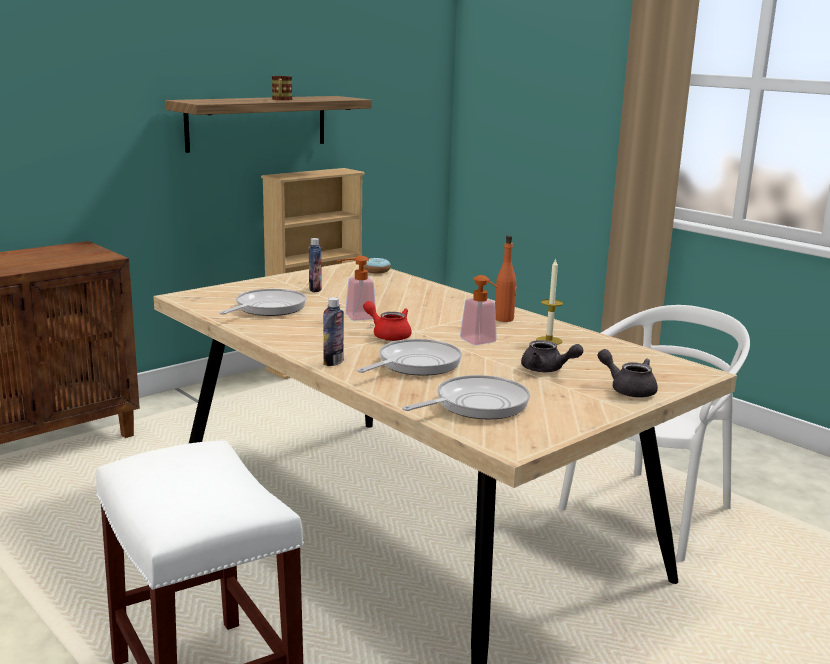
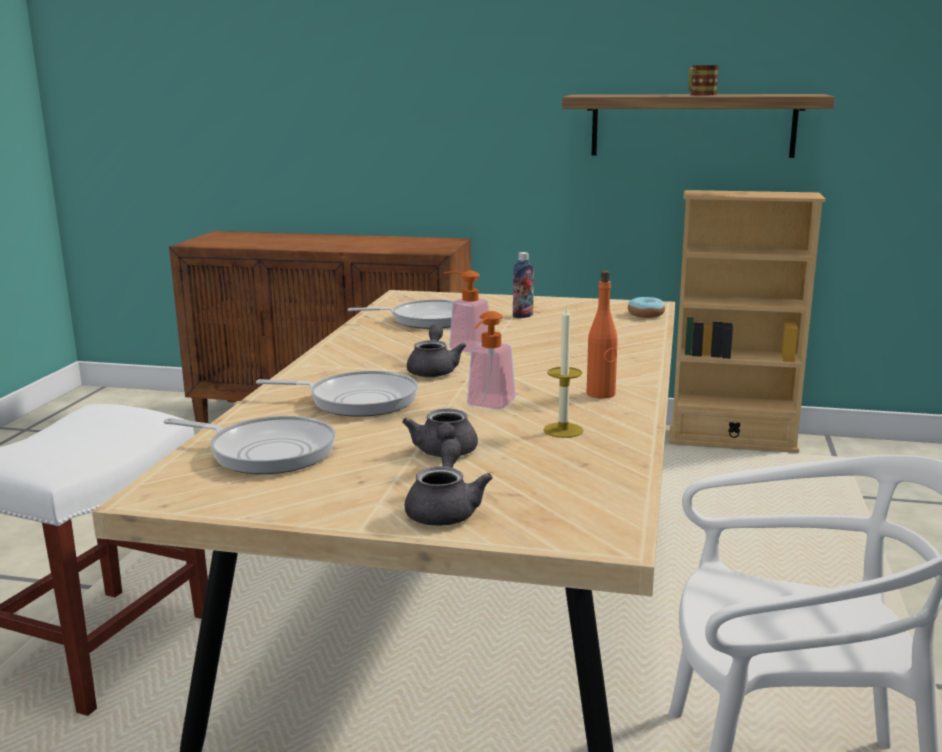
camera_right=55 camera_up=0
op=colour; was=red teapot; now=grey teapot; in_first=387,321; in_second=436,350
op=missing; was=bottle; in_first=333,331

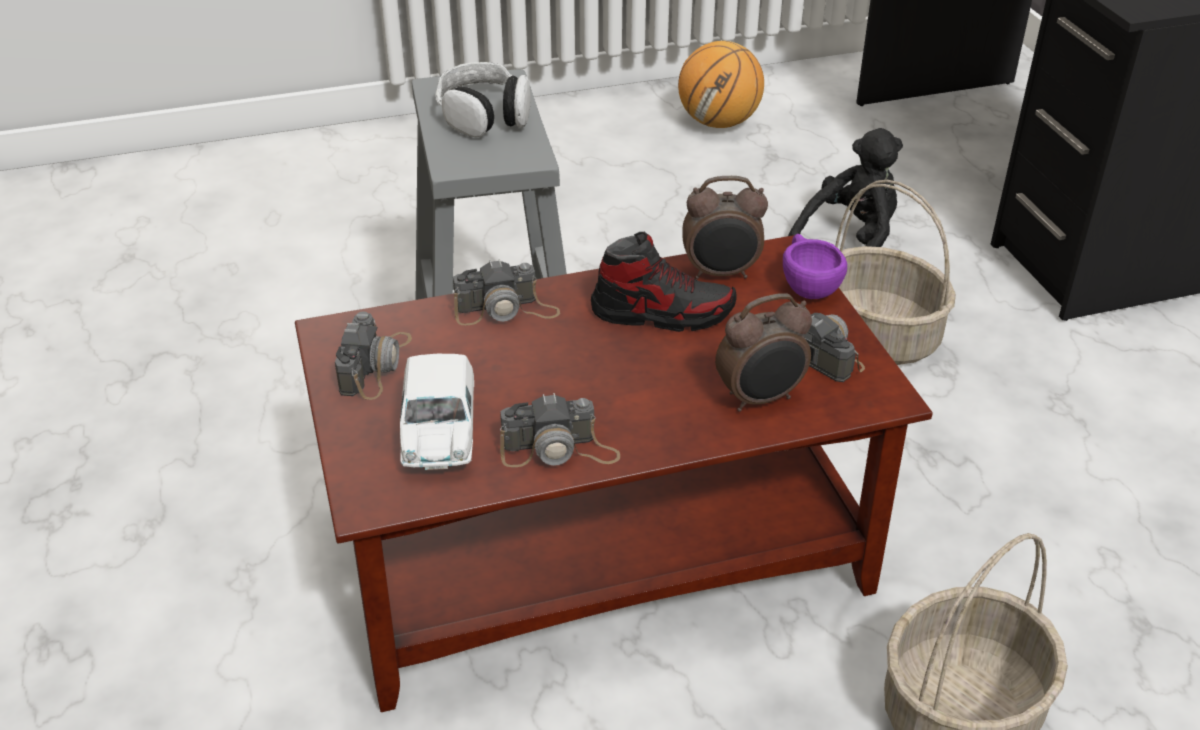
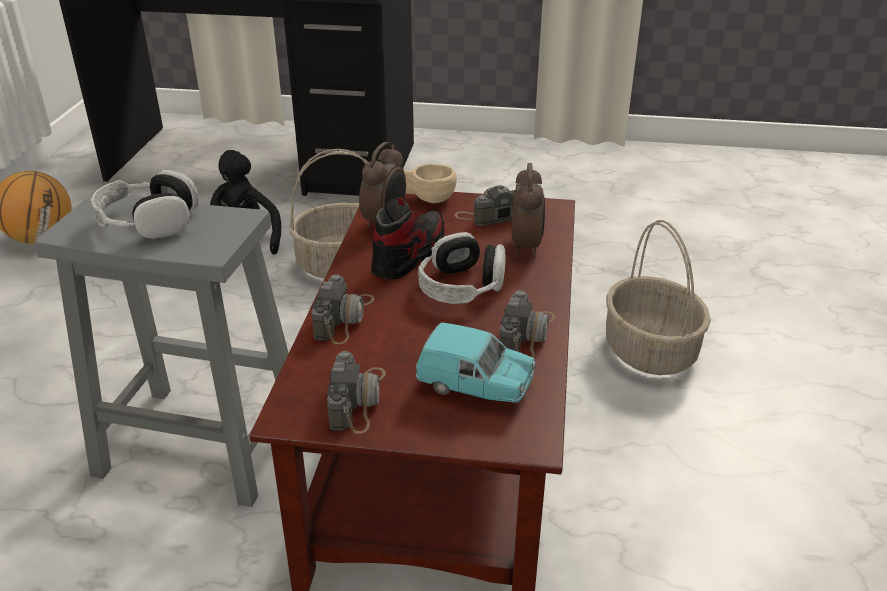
camera_right=-65 camera_up=-5
op=spun; was=photo camera; in_first=373,356; in_second=356,392; clockwise=60
op=colour; was=purple cup; now=beige cup; in_first=815,266; in_second=430,183
op=colour; was=white toy car; now=turquoise toy car; in_first=437,412; in_second=476,362
op=appeared; now=headphones; in_second=462,268

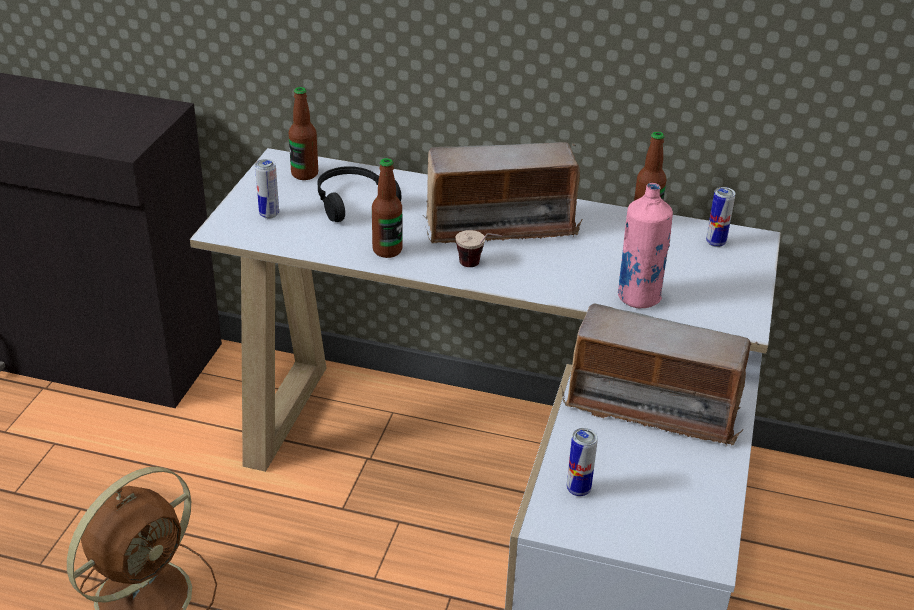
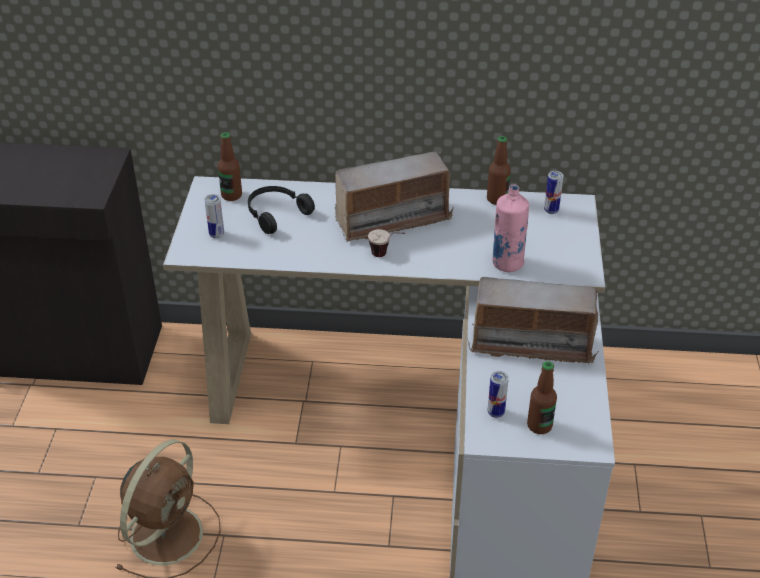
camera_right=-10 camera_up=5
op=relocated; was=bottle; in_first=387,208; in_second=542,397

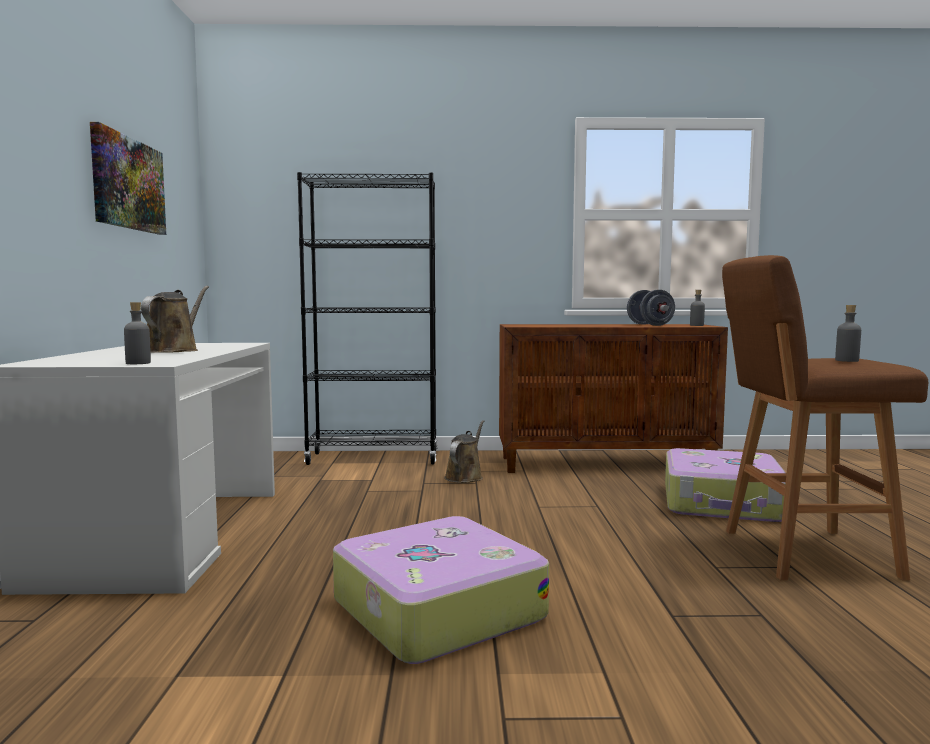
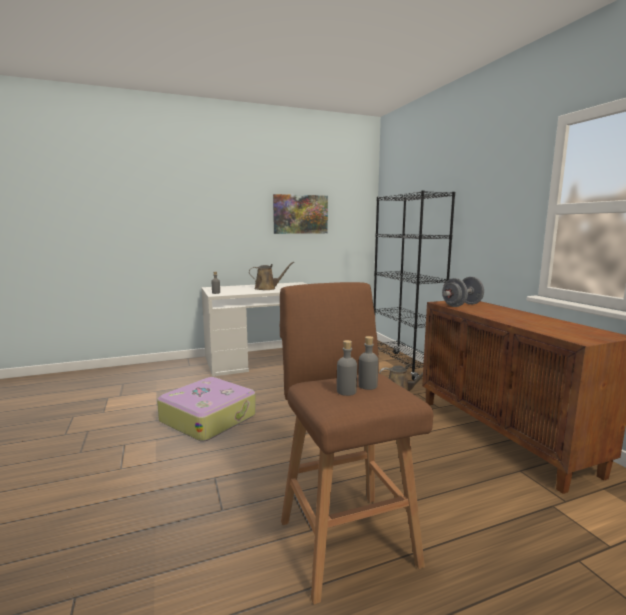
camera_right=70 camera_up=5
op=relocated; was=grey bottle; in_first=697,308; in_second=368,363
op=relocated; was=grey dumbbell; in_first=651,308; in_second=463,292
op=missing; was=suitcase; in_first=725,485

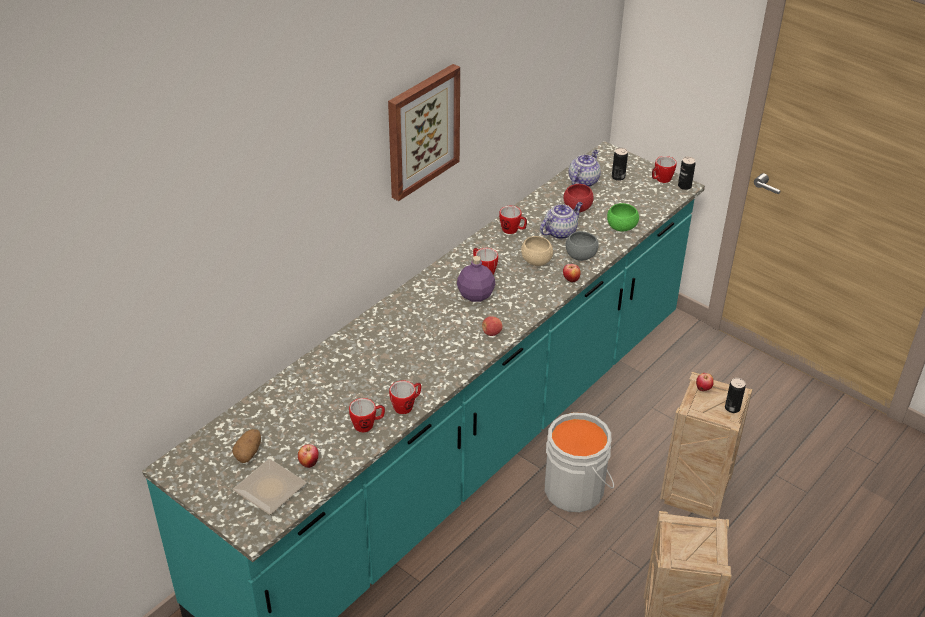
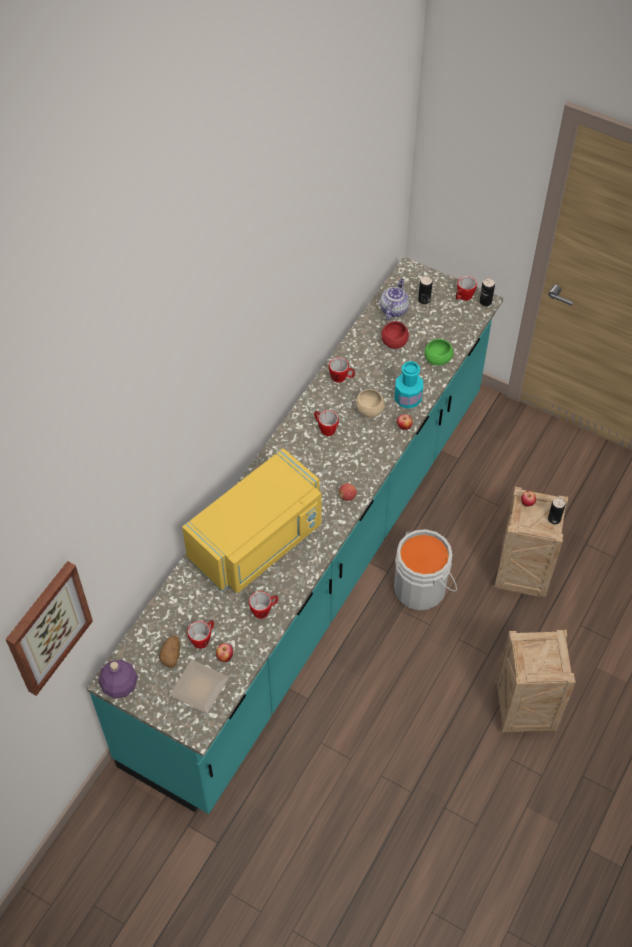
camera_right=-10 camera_up=15
op=relocated; was=picture; in_first=424,132; in_second=49,628
op=relocated; was=purple bottle; in_first=476,279; in_second=118,679
op=appeared; now=yellow microwave; in_second=252,520
op=relocated; was=mug; in_first=405,397; in_second=200,634
op=exchanged; was=grey bowl; now=turquoise bottle; in_first=582,246; in_second=409,385
op=missing; was=teapot; in_first=561,220

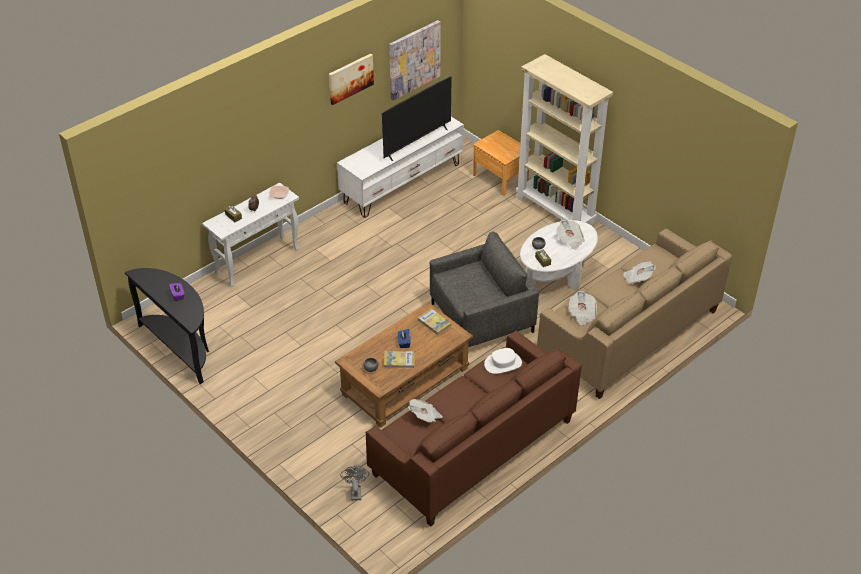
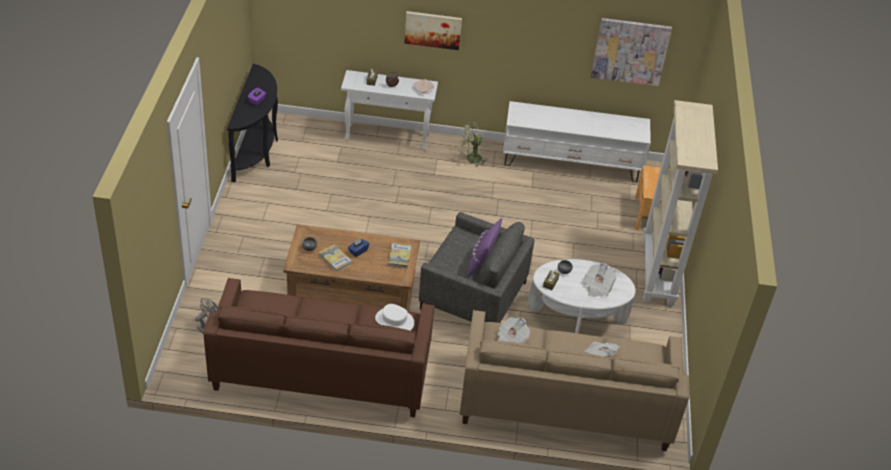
camera_right=45 camera_up=0
op=relocated; was=picture; in_first=351,79; in_second=433,30
op=appeared; now=green fan; in_second=473,144
op=appeared; now=purple pillow; in_second=484,247
op=missing; was=television; in_first=417,118
op=missing; was=newspaper; in_first=425,411

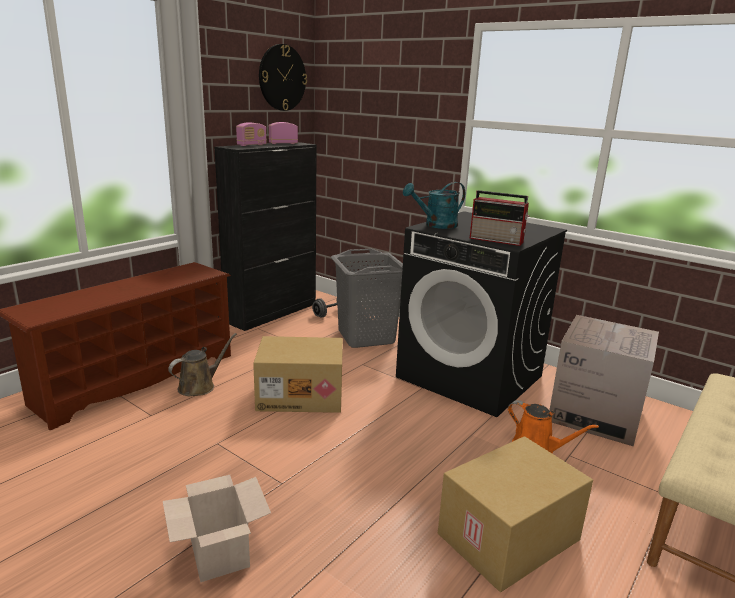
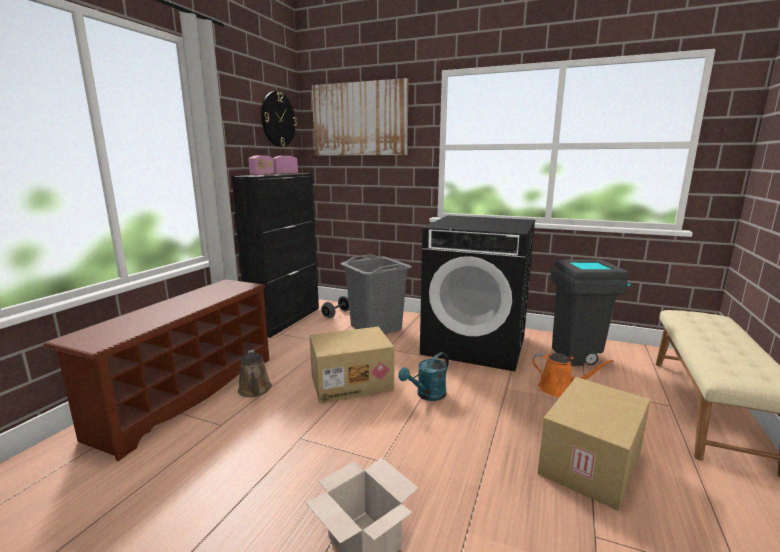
camera_right=-15 camera_up=-5
op=spun; was=brown watering can; in_first=202,364; in_second=255,373; clockwise=135
op=appeared; now=picture; in_second=360,116
op=relocated; was=turquoise watering can; in_first=434,205; in_second=423,376
op=exchanged; was=cardboard box; now=grey trash can; in_first=604,381; in_second=591,312
op=missing; was=radio; in_first=500,218

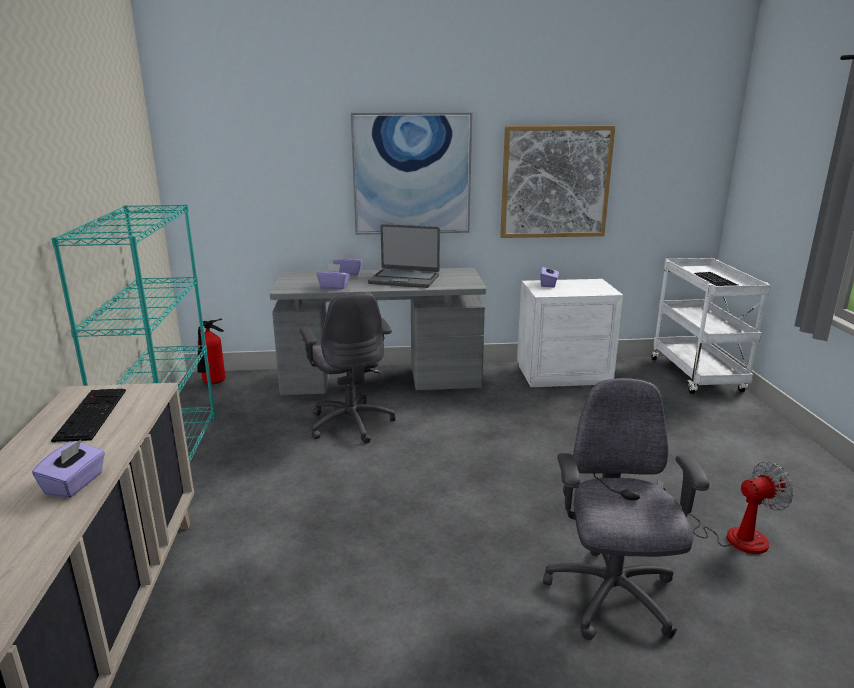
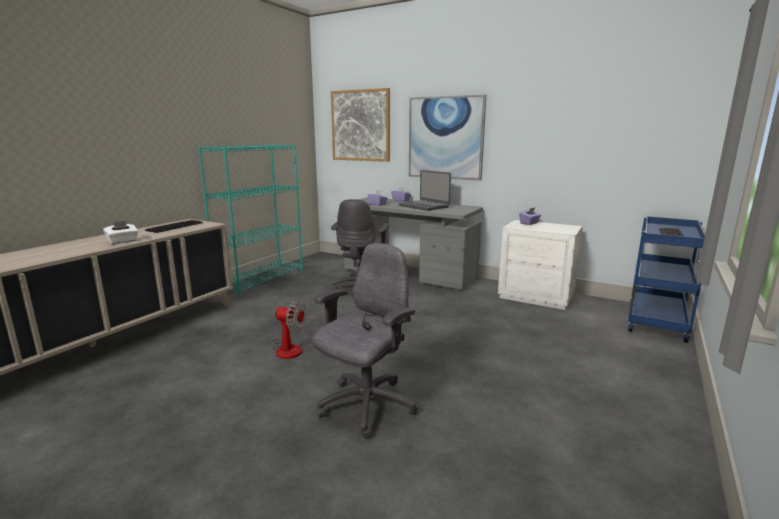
camera_right=35 camera_up=-5
op=colour; was=purple tissue box; now=white tissue box; in_first=68,468; in_second=120,232
op=relocated; was=fan; in_first=725,507; in_second=289,329
op=relocated; was=picture; in_first=557,182; in_second=360,125
op=colour; was=white cart; now=blue cart; in_first=711,326; in_second=666,279
op=missing; was=fire extinguisher; in_first=211,351

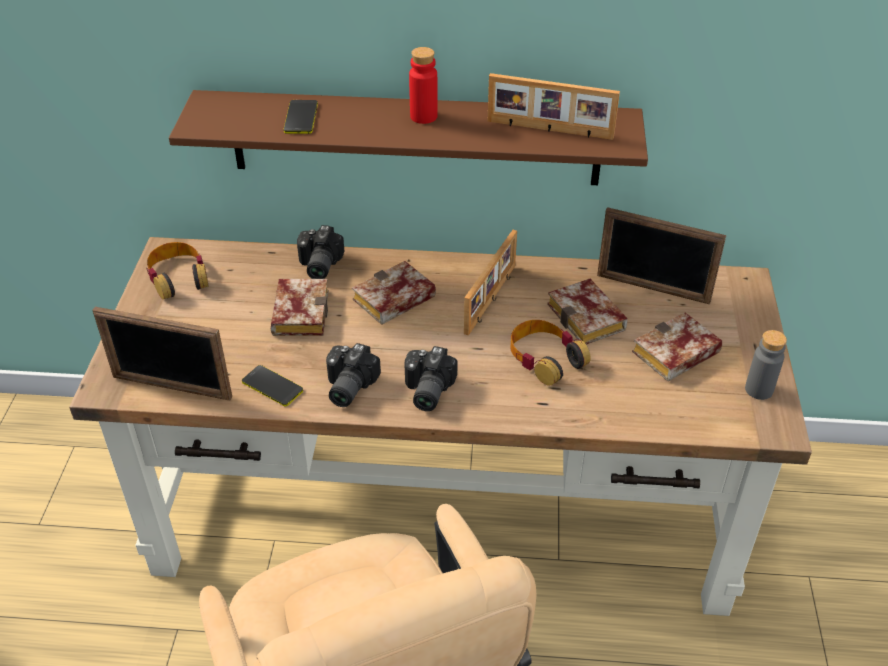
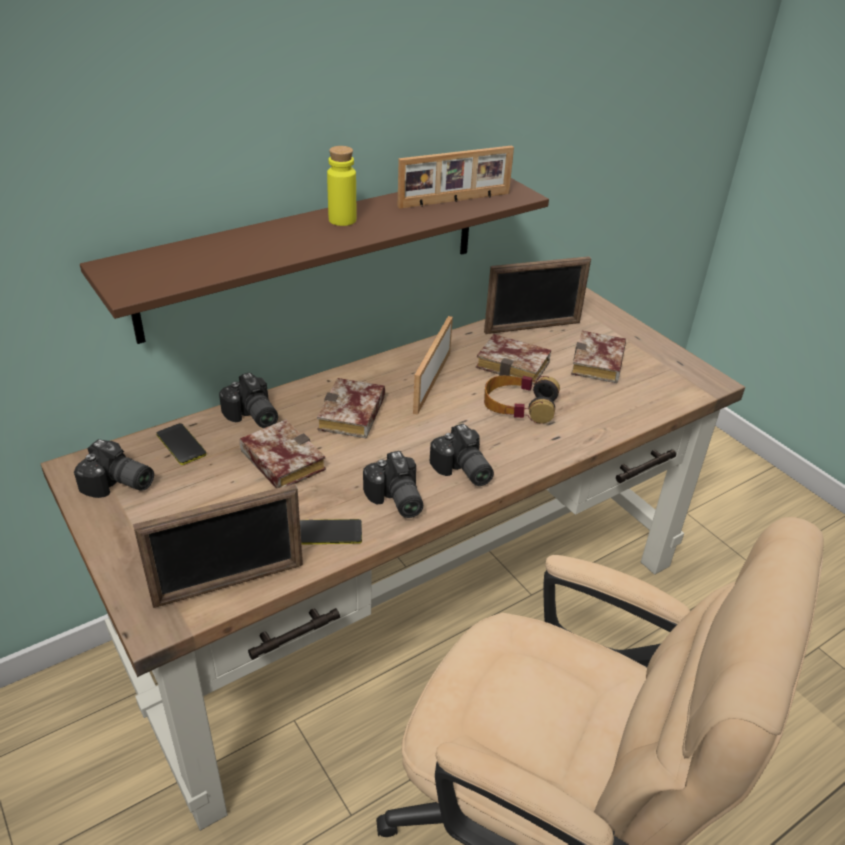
camera_right=-40 camera_up=-5
op=exchanged; was=headphones; now=photo camera; in_first=177,270; in_second=114,468
op=relocated; was=phone; in_first=301,117; in_second=181,444
op=colour; was=red bottle; now=yellow bottle; in_first=423,85; in_second=341,186
op=spun; was=picture frame; in_first=490,283; in_second=433,365; clockwise=-150
op=missing; was=grey bottle; in_first=766,365

